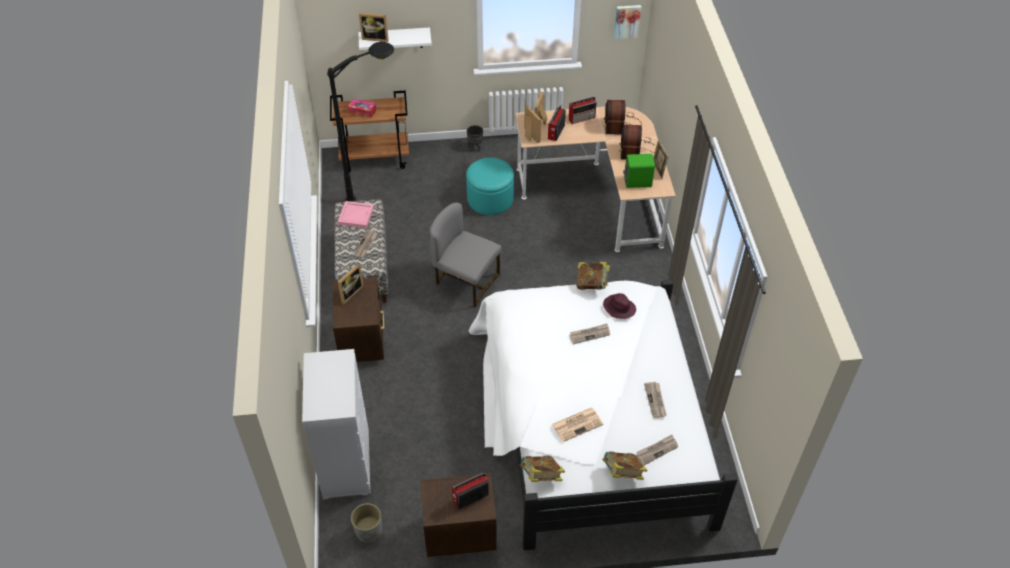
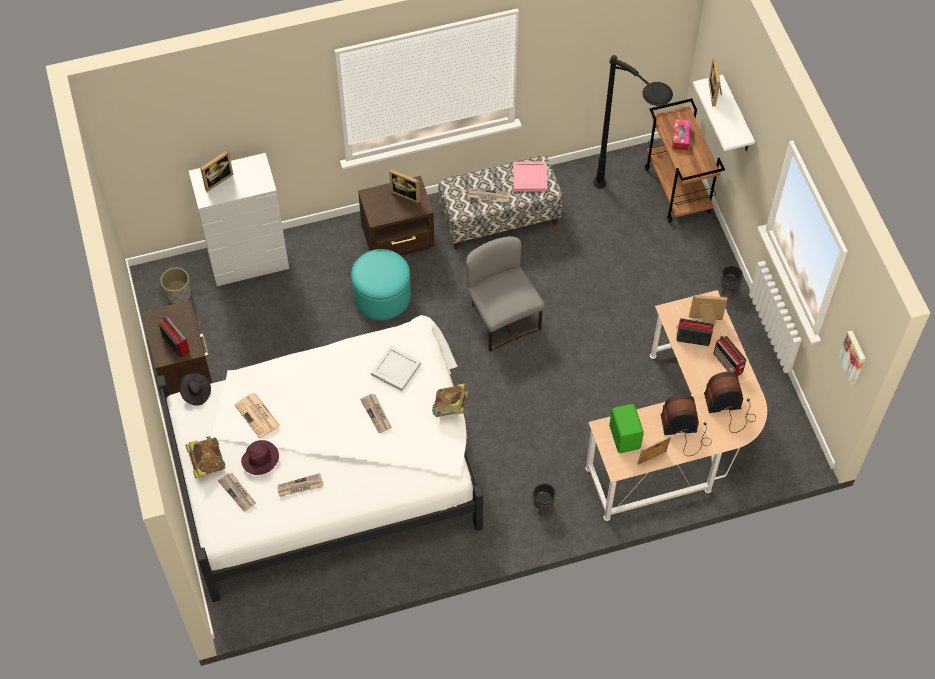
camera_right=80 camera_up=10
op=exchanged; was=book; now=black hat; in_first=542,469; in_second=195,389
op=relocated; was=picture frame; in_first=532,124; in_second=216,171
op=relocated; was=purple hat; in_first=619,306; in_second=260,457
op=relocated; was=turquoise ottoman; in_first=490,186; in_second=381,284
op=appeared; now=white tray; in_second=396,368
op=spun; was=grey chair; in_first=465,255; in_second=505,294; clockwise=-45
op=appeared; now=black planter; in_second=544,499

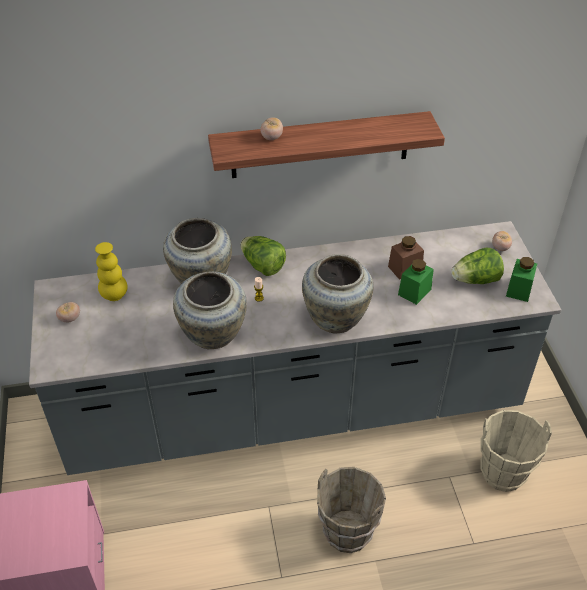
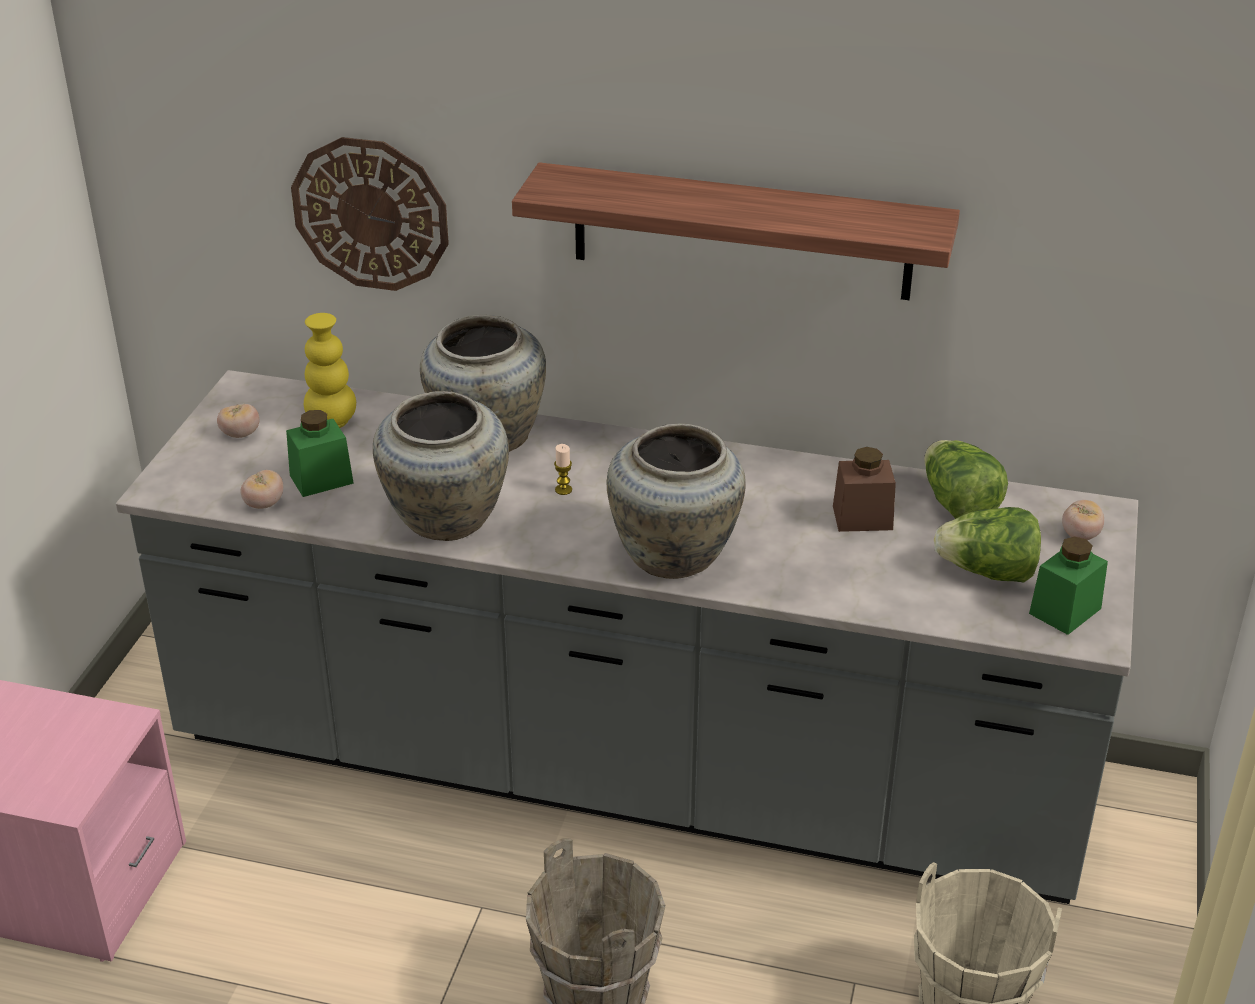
camera_right=25 camera_up=-10
op=relocated; was=tomato; in_first=271,128; in_second=262,489
op=relocated; was=green jar; in_first=416,282; in_second=320,453
op=appeared; now=wall clock; in_second=370,214
op=relocated; was=lettuce; in_first=263,256; in_second=966,479

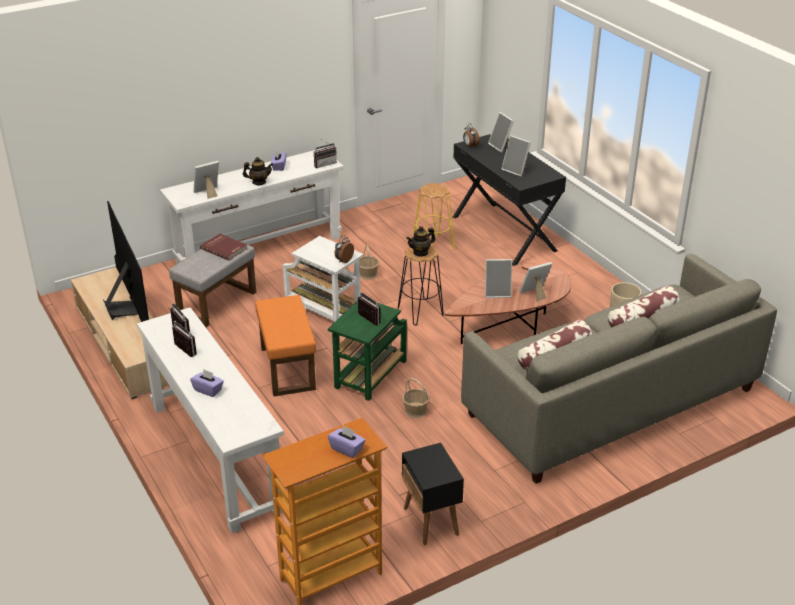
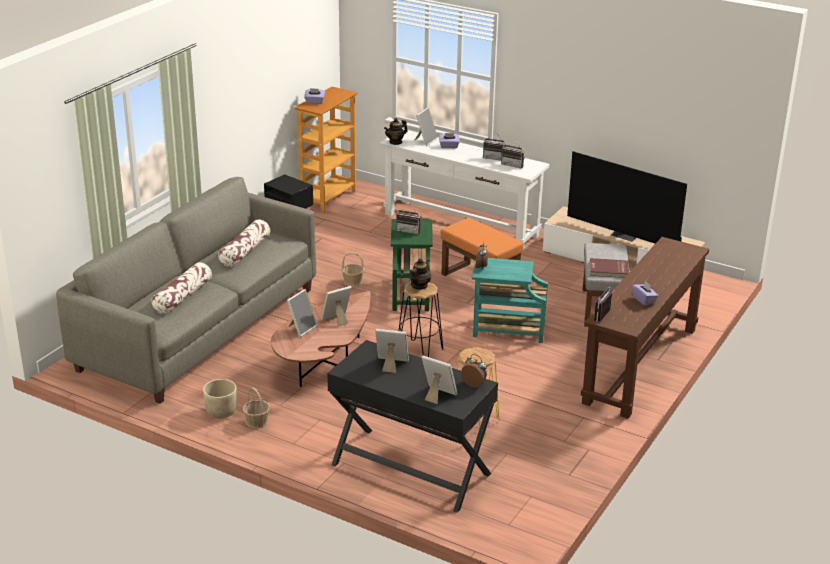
camera_right=150 camera_up=-5
op=relocated; was=basket; in_first=369,262; in_second=256,408
op=relocated; was=teapot; in_first=258,171; in_second=396,131
op=relocated; was=picture frame; in_first=206,180; in_second=426,127
op=colour; was=white side table; now=turquoise side table; in_first=323,279; in_second=510,300
op=colour; was=white console table; now=brown console table; in_first=252,206; in_second=645,328

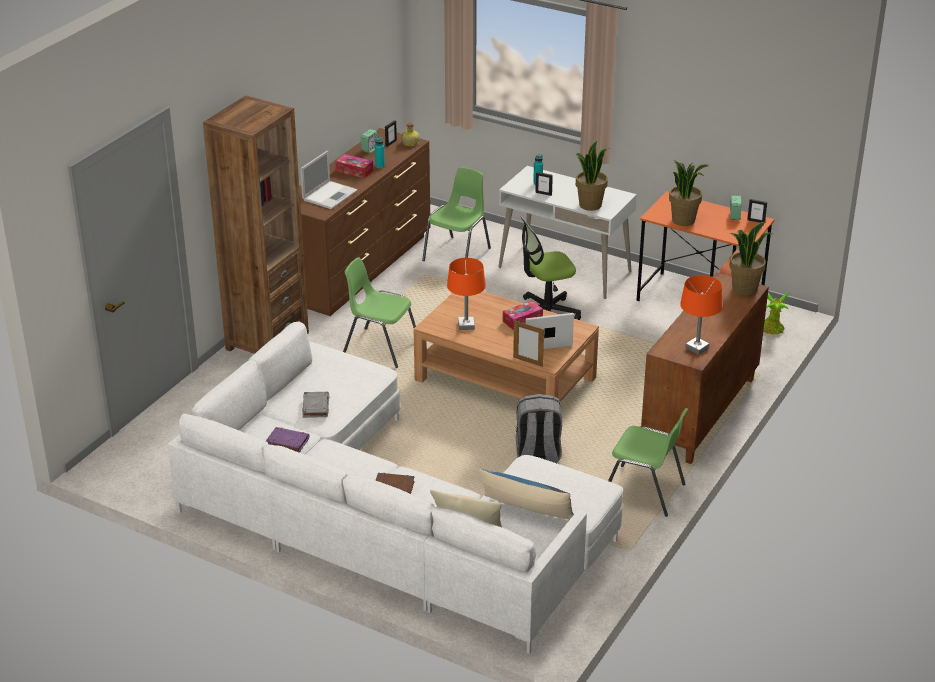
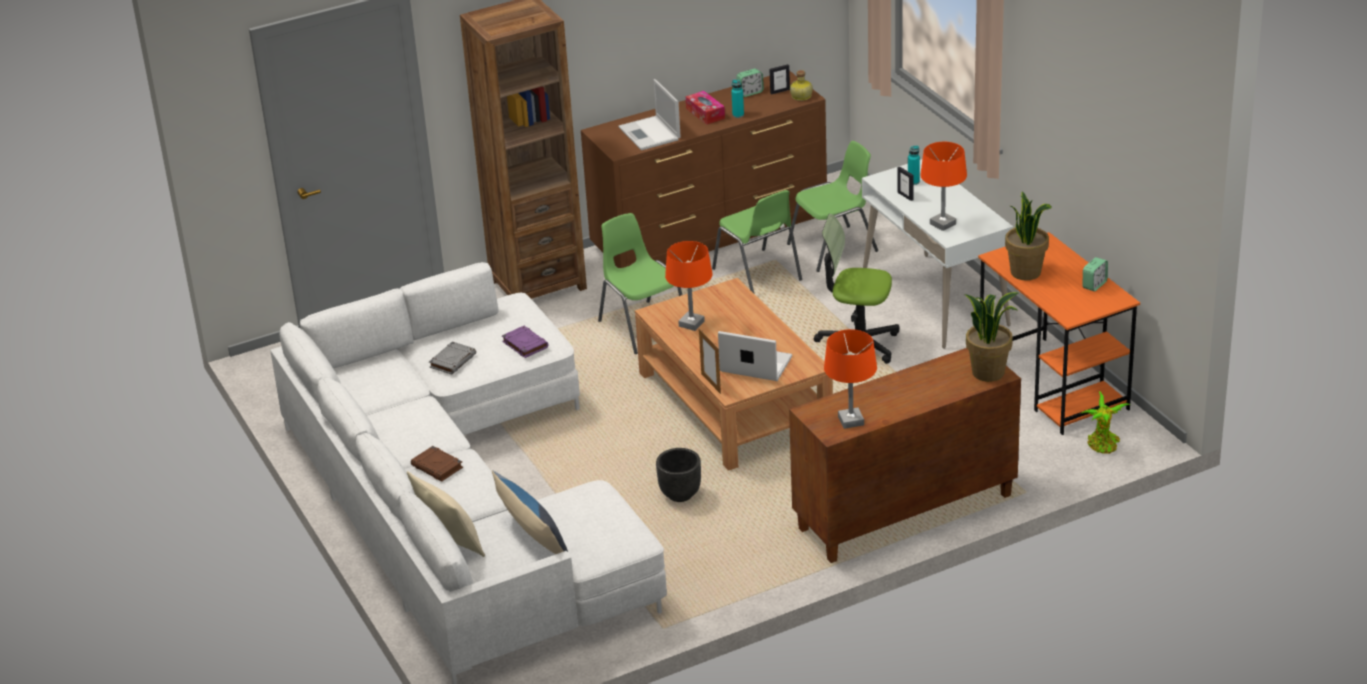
camera_right=35 camera_up=0
op=relocated; was=purple book; in_first=287,440; in_second=525,342
op=spun; was=laptop; in_first=329,180; in_second=649,114; clockwise=90
op=exchanged; was=grey backpack; now=black planter; in_first=539,428; in_second=678,475
op=relocated; was=green chair; in_first=648,462; in_second=757,242
op=exchanged; was=potted plant; now=orange table lamp; in_first=591,176; in_second=943,186
op=missing; was=tissue box; in_first=523,315
op=missing; was=picture frame; in_first=757,211

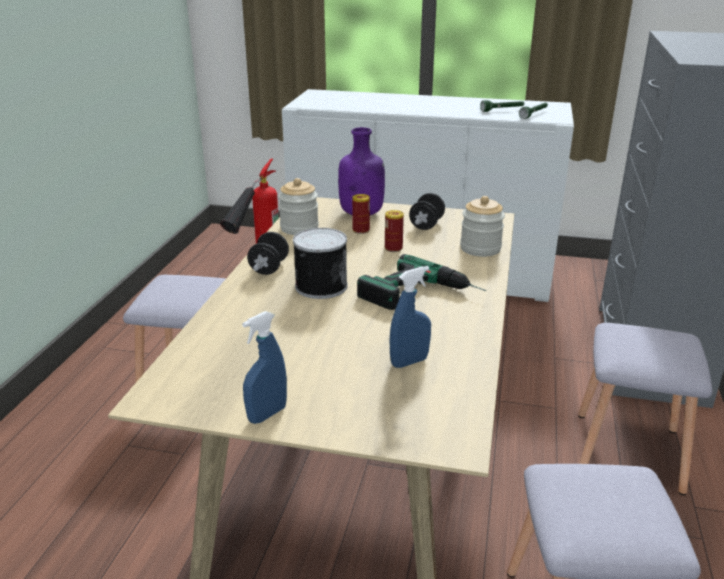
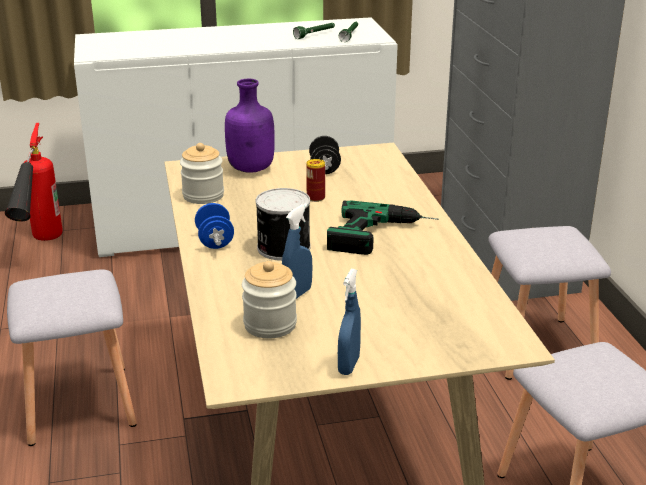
camera_right=-25 camera_up=0
op=colour; was=black dumbbell; now=blue dumbbell; in_first=268,253; in_second=214,226
op=relocated; was=jar; in_first=482,226; in_second=269,299
op=relocated; was=blue spray bottle; in_first=410,317; in_second=297,251
op=missing; was=can; in_first=361,214

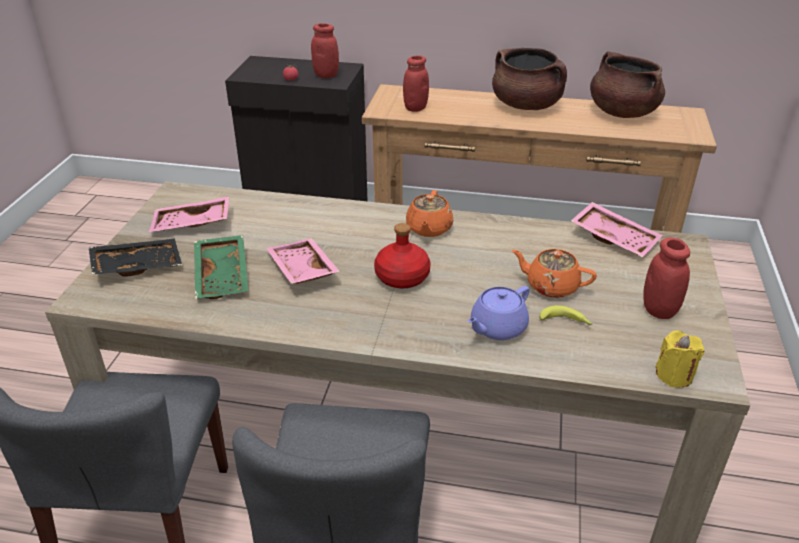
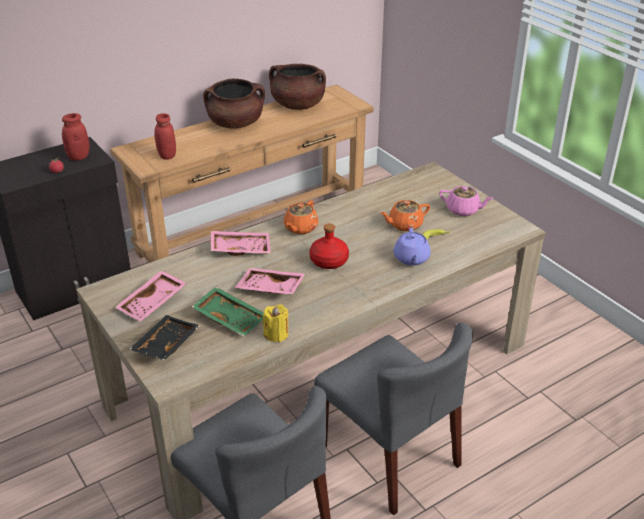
camera_right=-45 camera_up=0
op=relocated; was=pink tray; in_first=617,229; in_second=241,243
op=relocated; was=yellow candle; in_first=679,359; in_second=275,323
op=spun; was=orange teapot; in_first=430,213; in_second=301,217; clockwise=60
op=exchanged; was=red jar; now=pink teapot; in_first=666,278; in_second=466,201

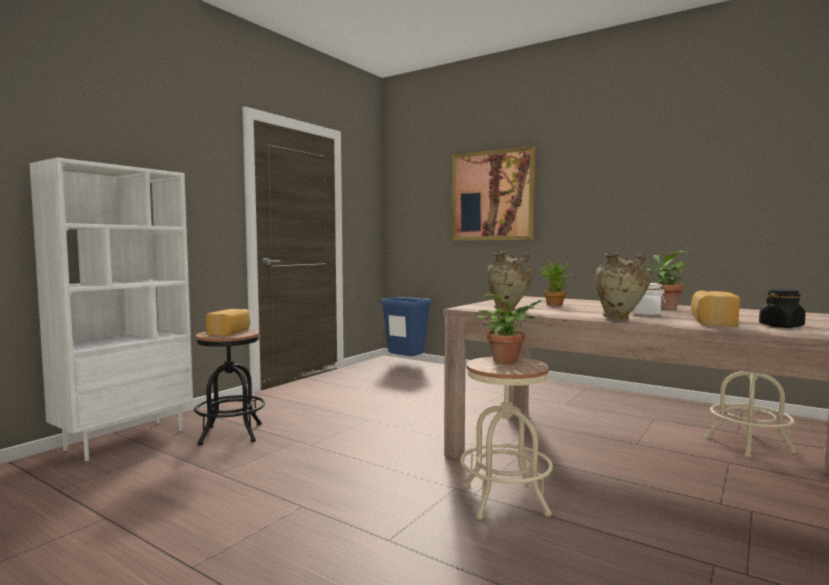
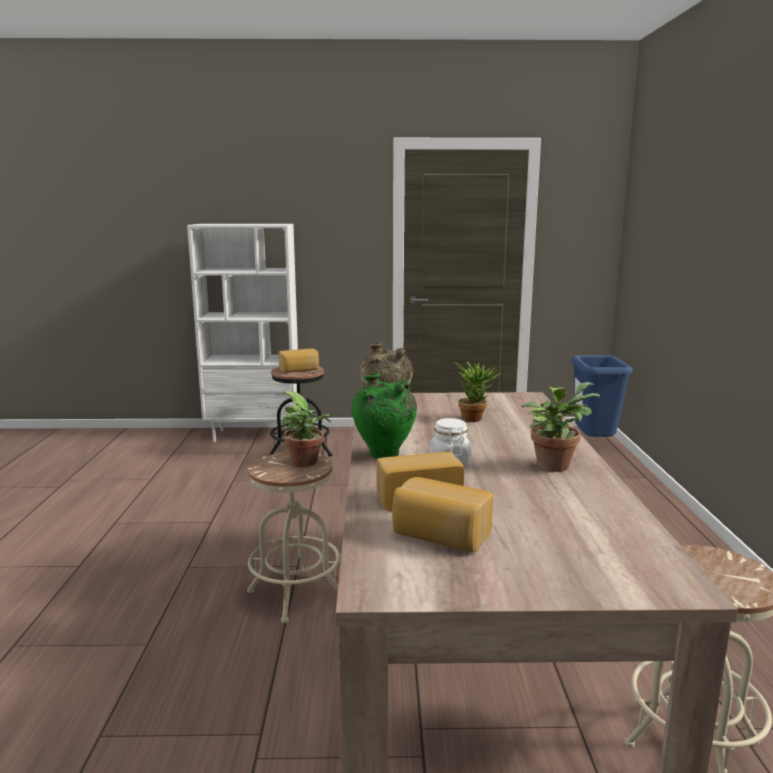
camera_right=55 camera_up=10
op=colour; was=beige vase; now=green vase; in_first=623,286; in_second=384,416
op=exchanged; was=black jar; now=bread; in_first=782,308; in_second=442,514
op=missing; was=picture; in_first=493,193

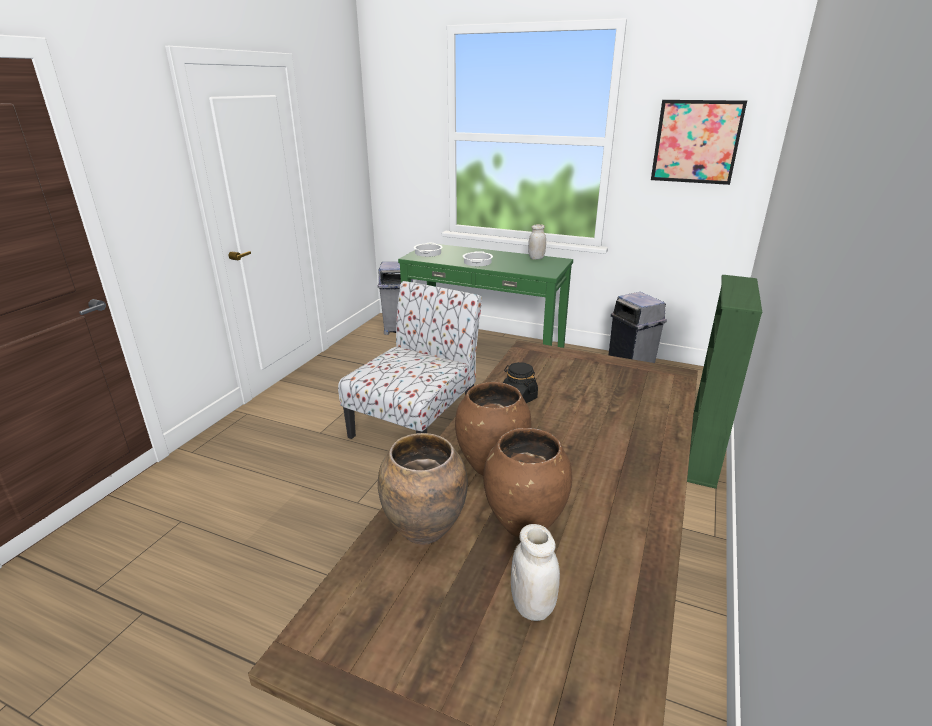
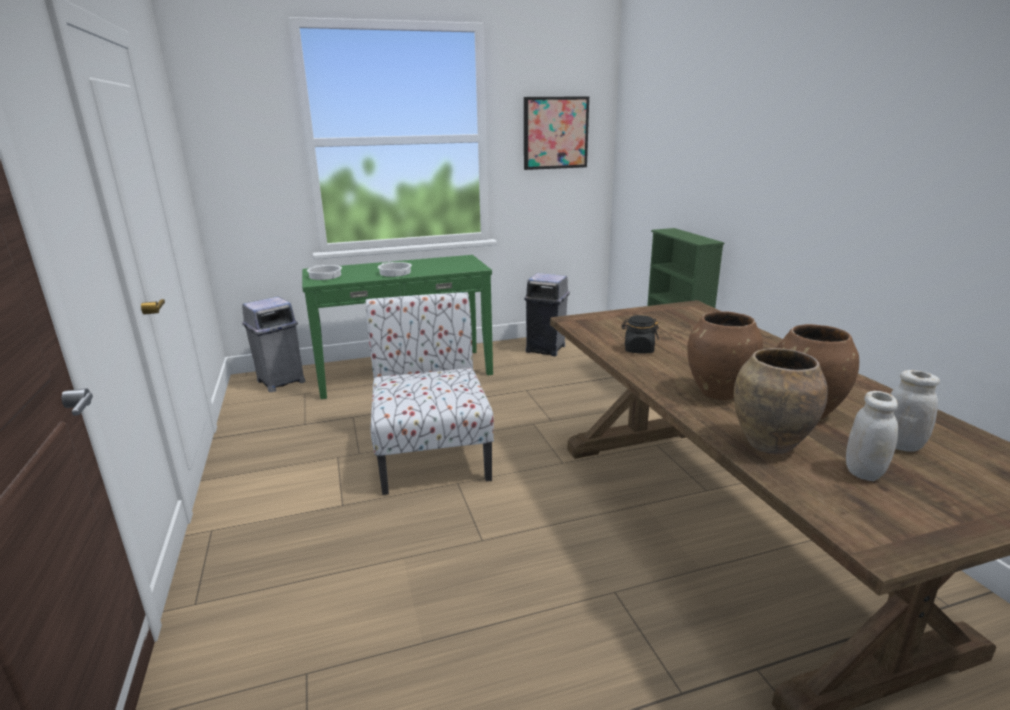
camera_right=-40 camera_up=-5
op=relocated; was=white jar; in_first=537,242; in_second=872,436

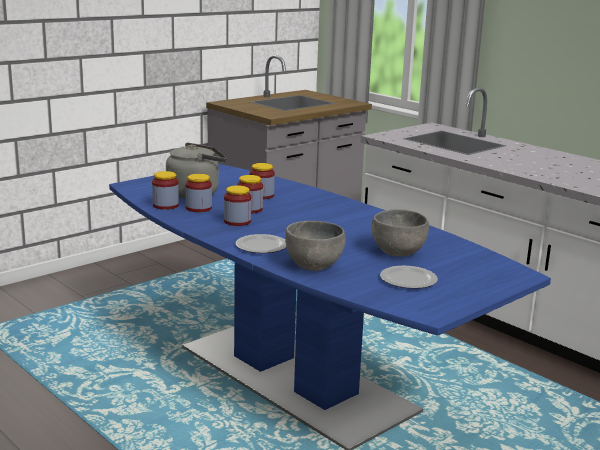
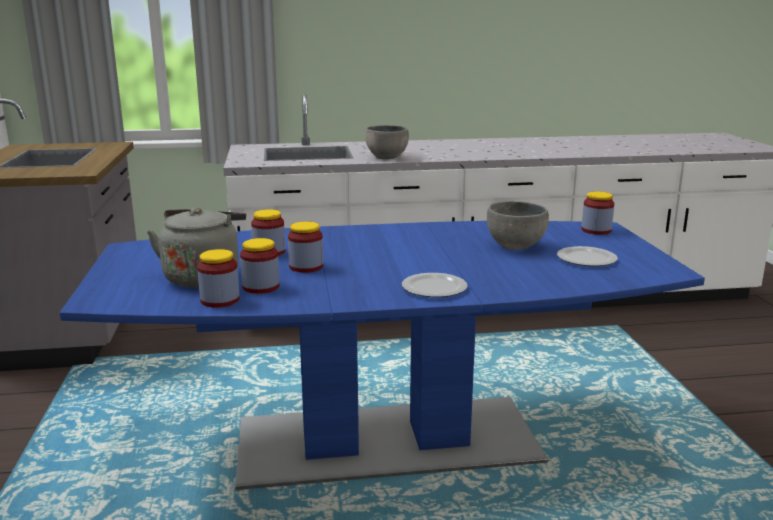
camera_right=-55 camera_up=0
op=relocated; was=grey bowl; in_first=315,246; in_second=387,142
op=relocated; was=jar; in_first=238,205; in_second=597,213

